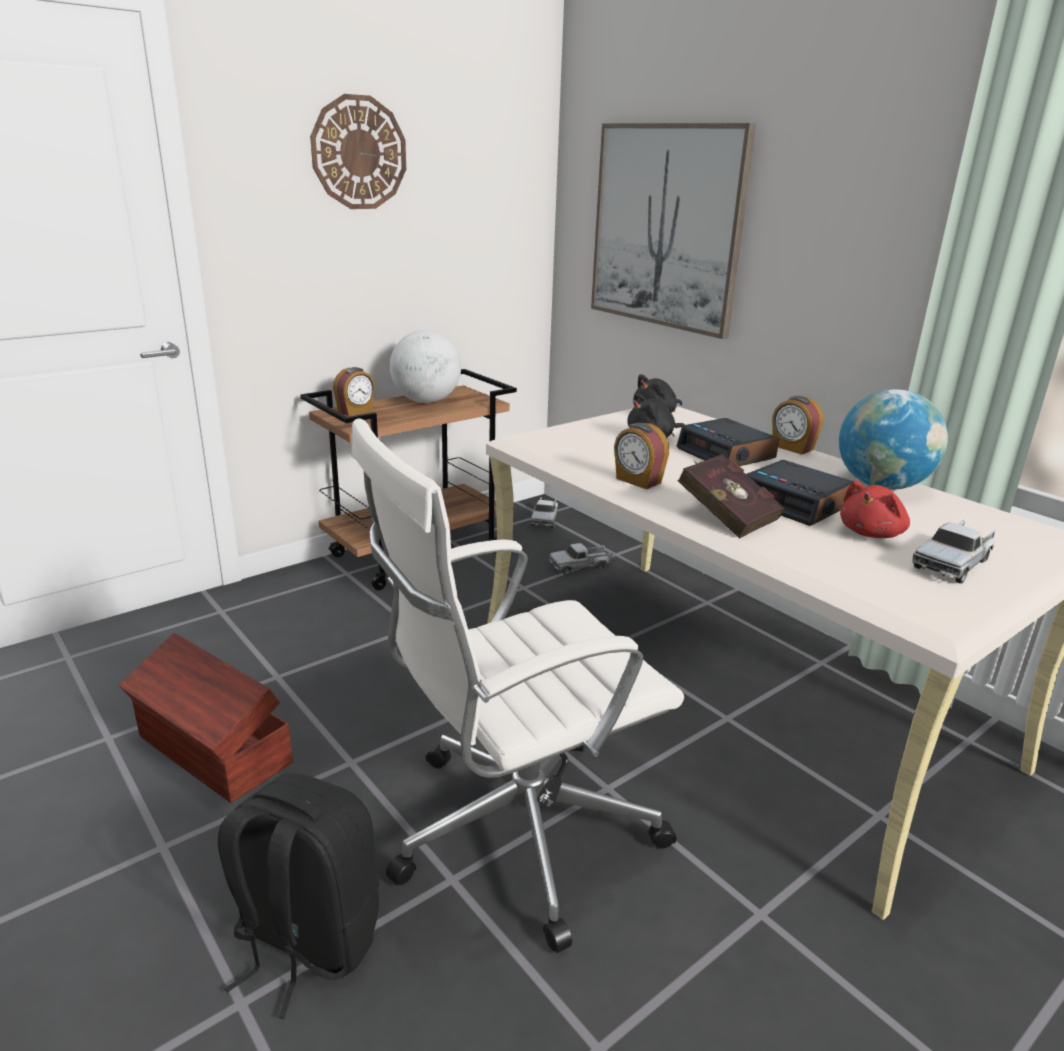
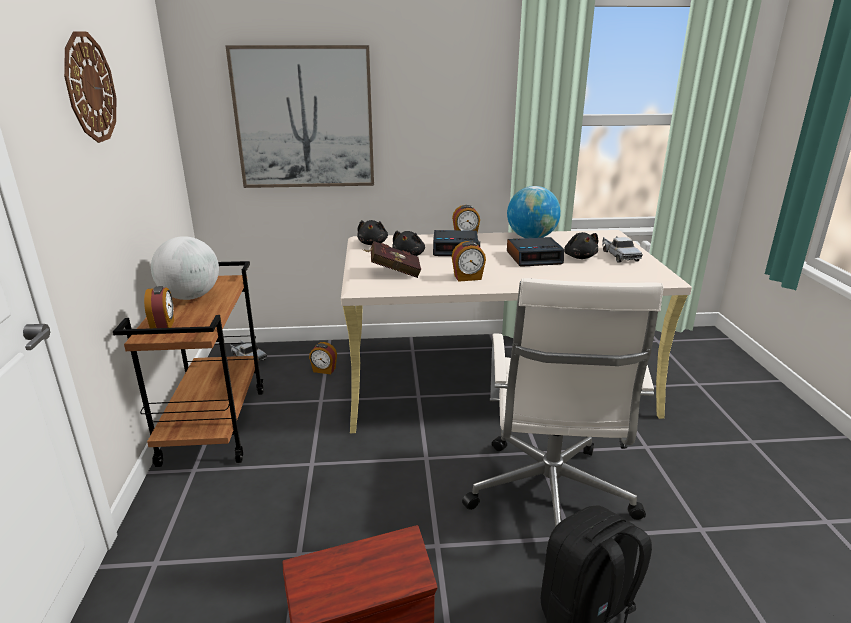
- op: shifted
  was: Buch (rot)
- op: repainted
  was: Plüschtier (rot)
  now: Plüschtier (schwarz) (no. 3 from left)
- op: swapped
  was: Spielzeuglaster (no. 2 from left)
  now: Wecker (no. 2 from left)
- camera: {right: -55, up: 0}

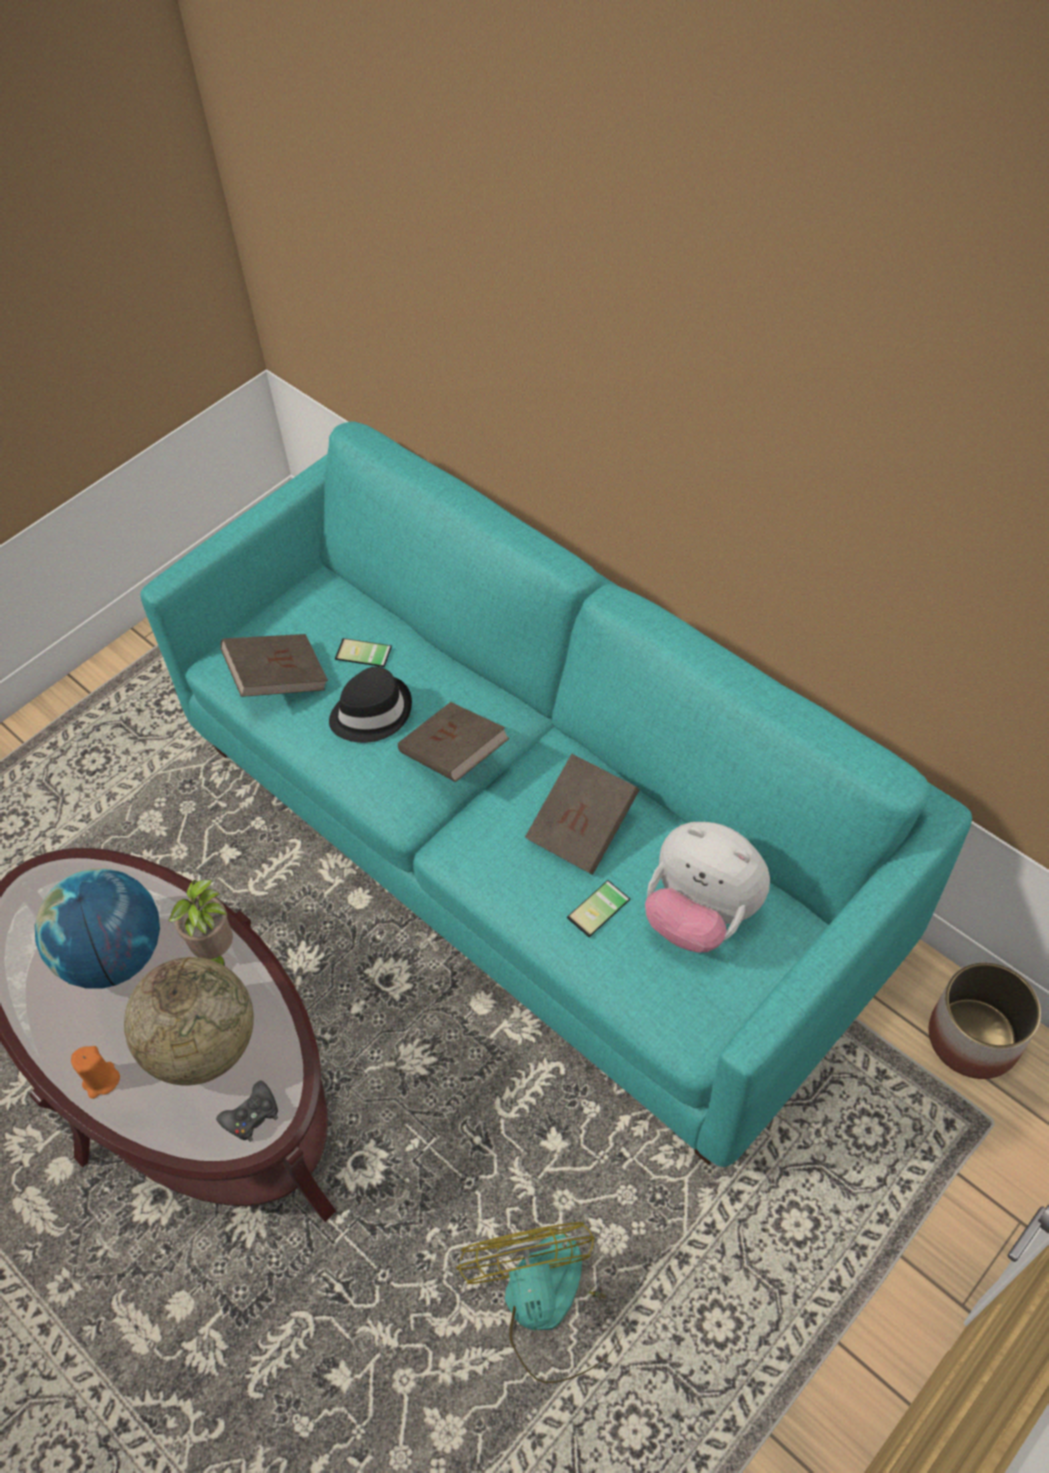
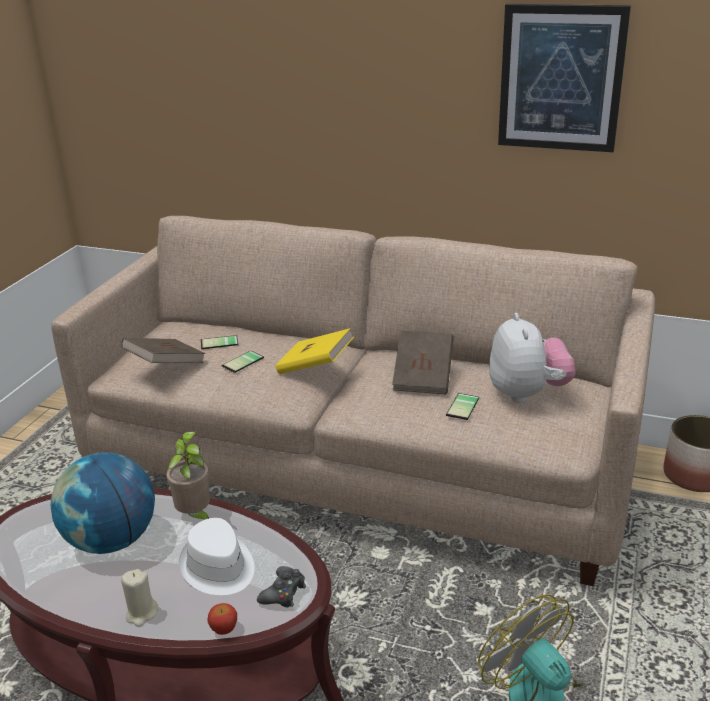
- op: repainted
  was: Sofa (türkis)
  now: Sofa (beige)
- op: swapped
  was: Hut (schwarz)
  now: Handy (no. 2 from left)
- op: repainted
  was: Buch (braun) (no. 2 from left)
  now: Buch (gelb)
- op: rotated
  was: Plüschtier
  clockwise: -105
- op: swapped
  was: Globus (no. 2 from left)
  now: Hut (weiß)
- op: repainted
  was: Kerze (orange)
  now: Kerze (beige)
- op: new
  now: Bild
- op: new
  now: Apfel
- camera: {right: -25, up: -25}

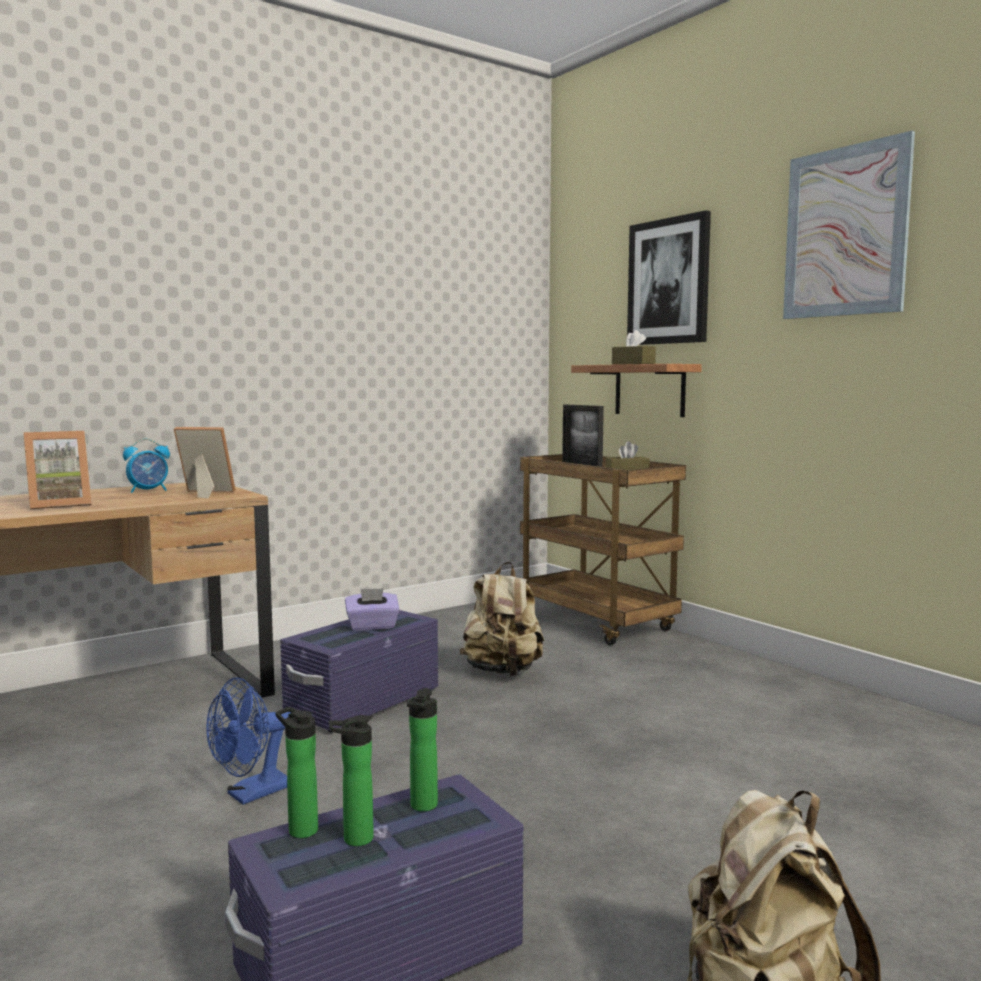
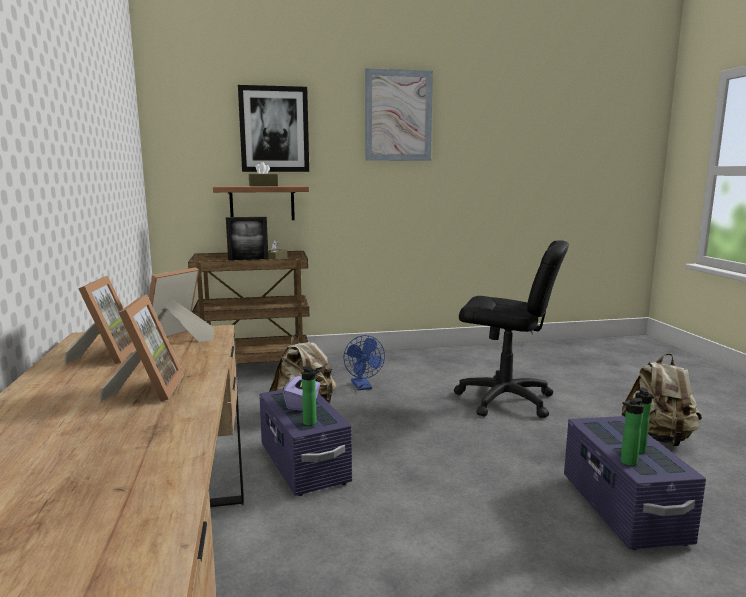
- op: swapped
  was: Wecker
  now: Bilderrahmen (no. 1 from left)
- op: shifted
  was: Ventilator (blau)
- op: shifted
  was: Flasche (no. 3 from left in the first image)
  now: Flasche (no. 1 from left)
- op: new
  now: Bürostuhl (schwarz)
- camera: {right: -65, up: 5}

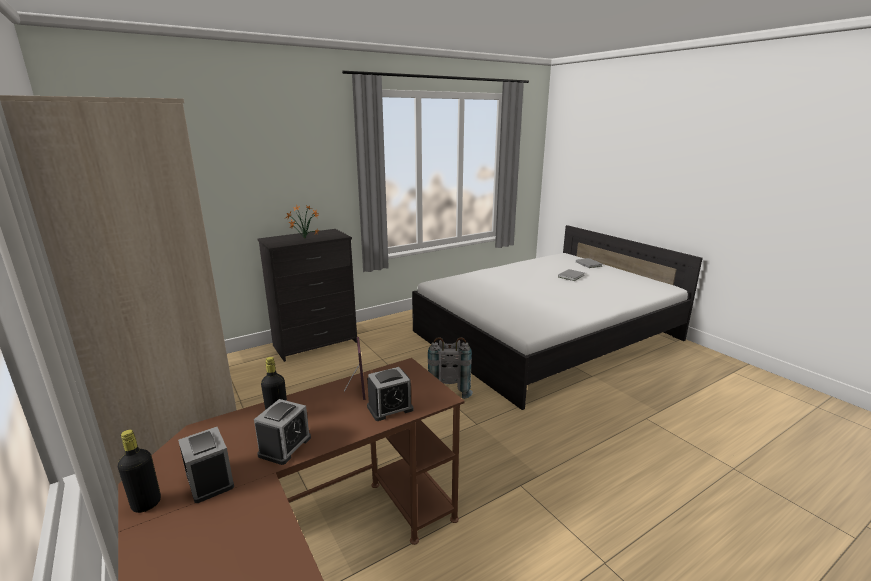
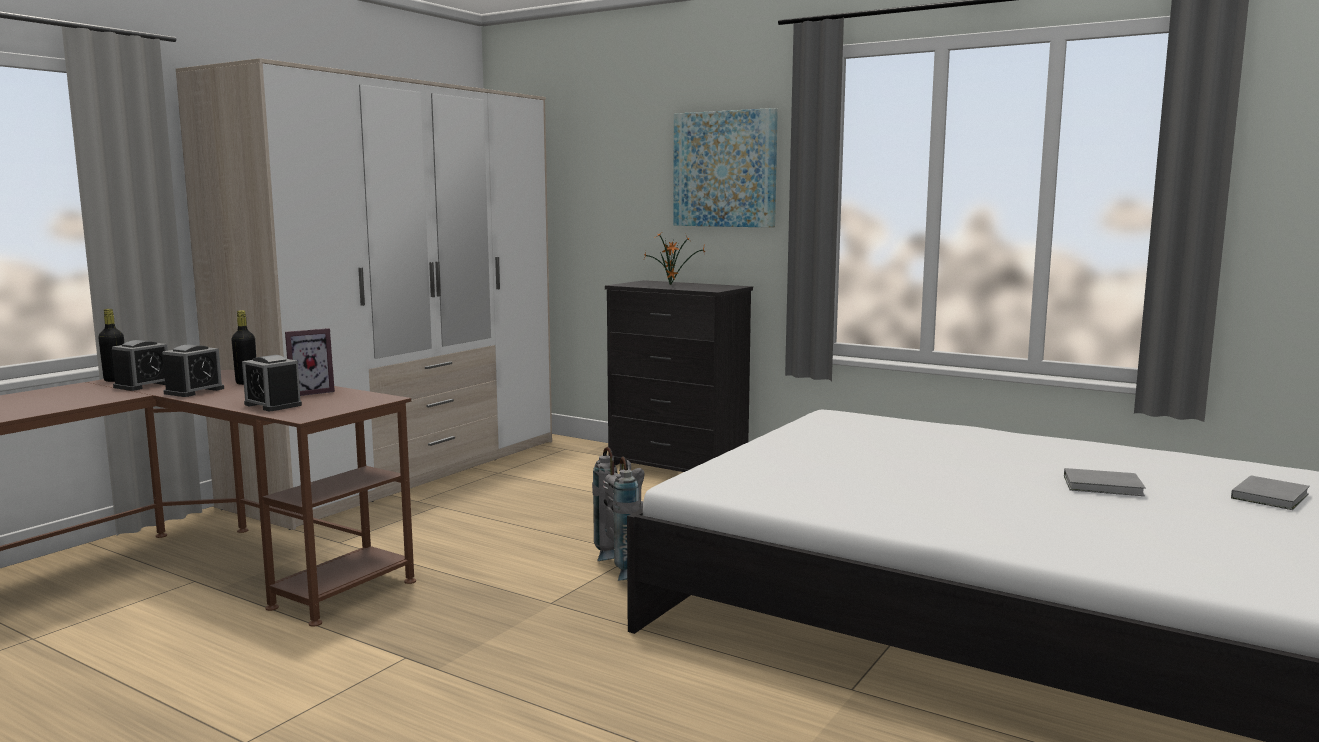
- op: rotated
  was: Wecker (no. 2 from left)
  clockwise: -60
- op: new
  now: Bild
- camera: {right: 65, up: -10}

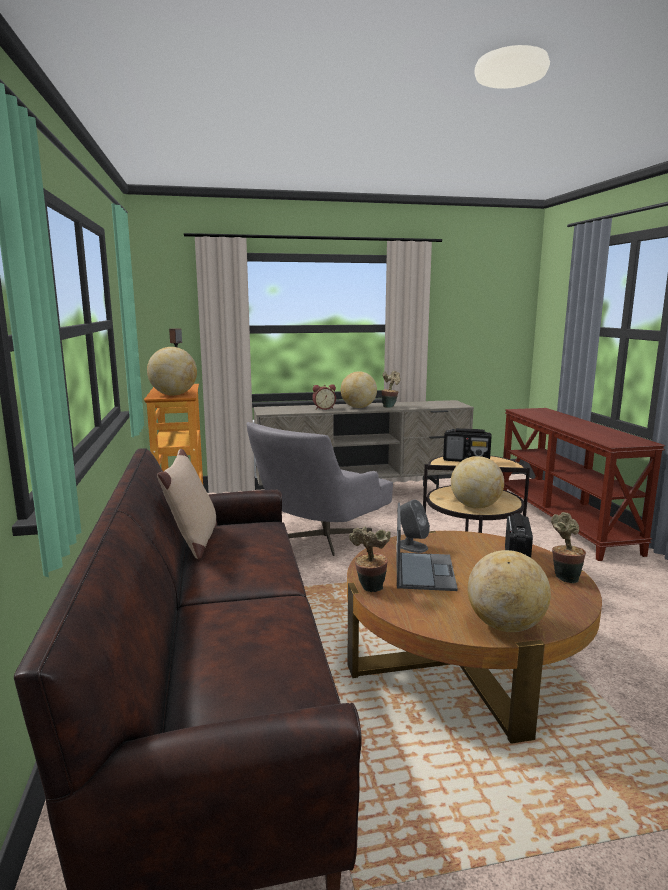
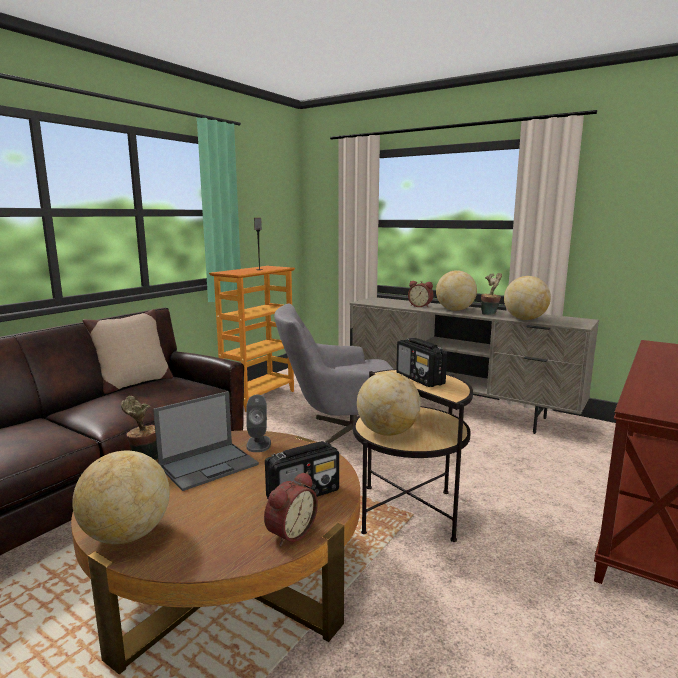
- op: shifted
  was: Globus (no. 1 from left in the first image)
  now: Globus (no. 4 from left)
- op: swapped
  was: Topfpflanze (no. 3 from left)
  now: Wecker (no. 1 from left)
- camera: {right: 45, up: 0}

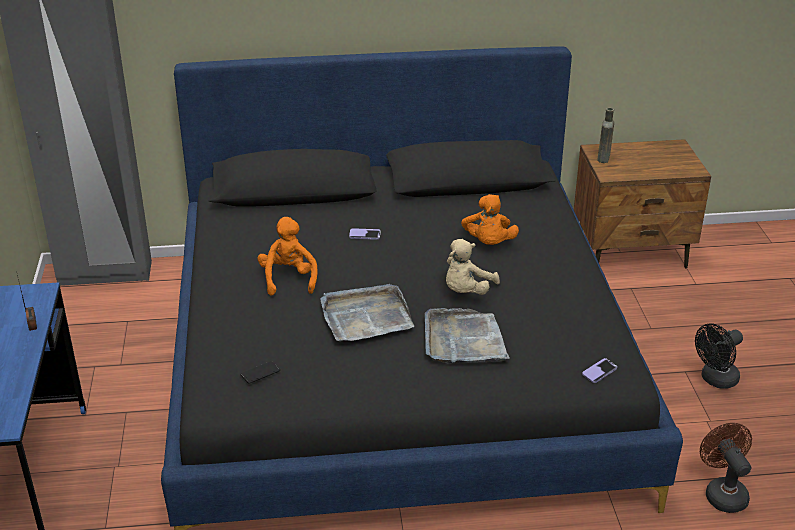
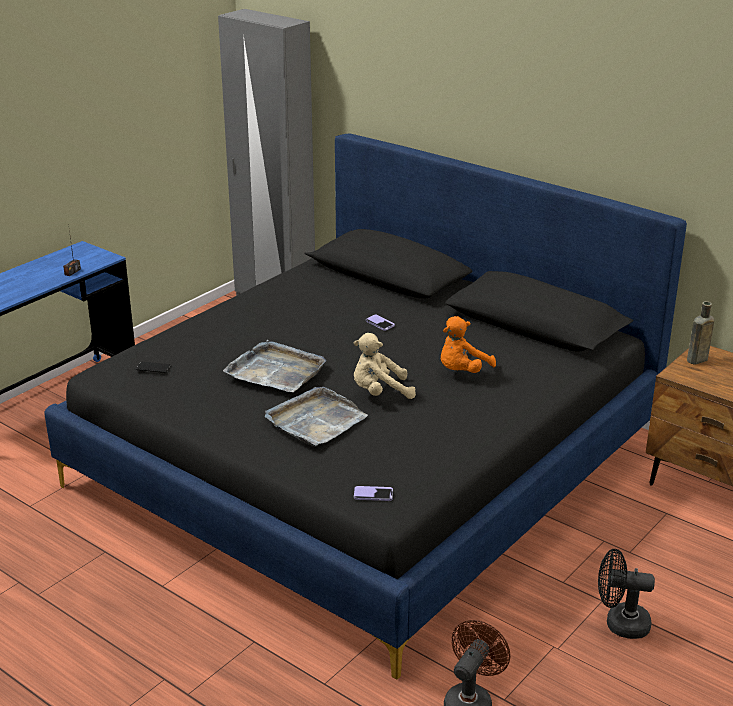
- op: gone
  was: Plüschtier (orange) (no. 1 from left)
- camera: {right: 45, up: -5}

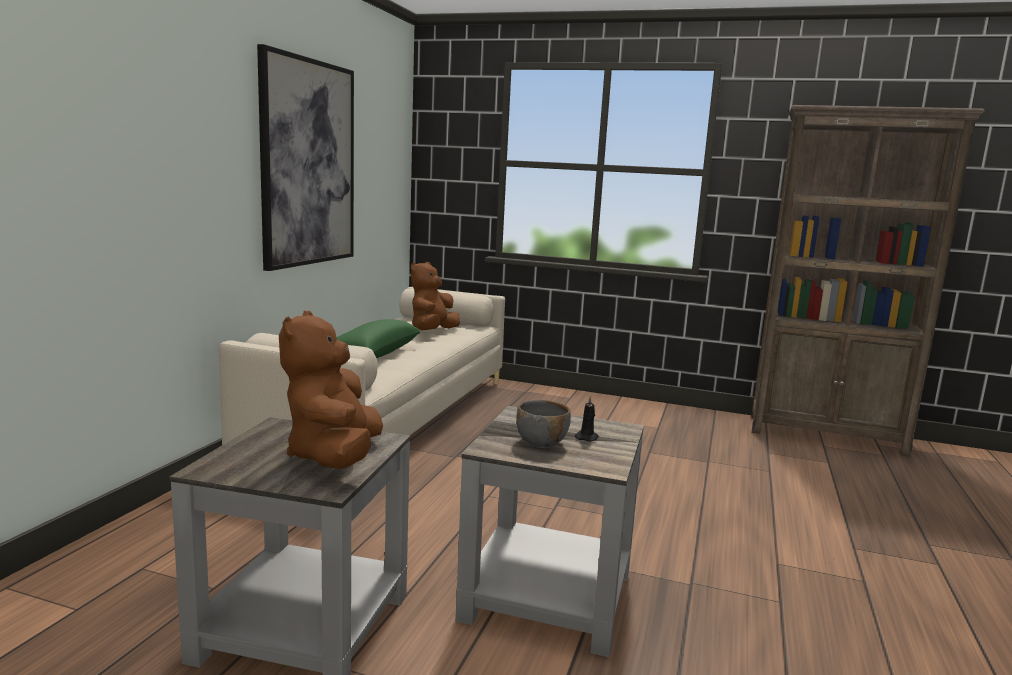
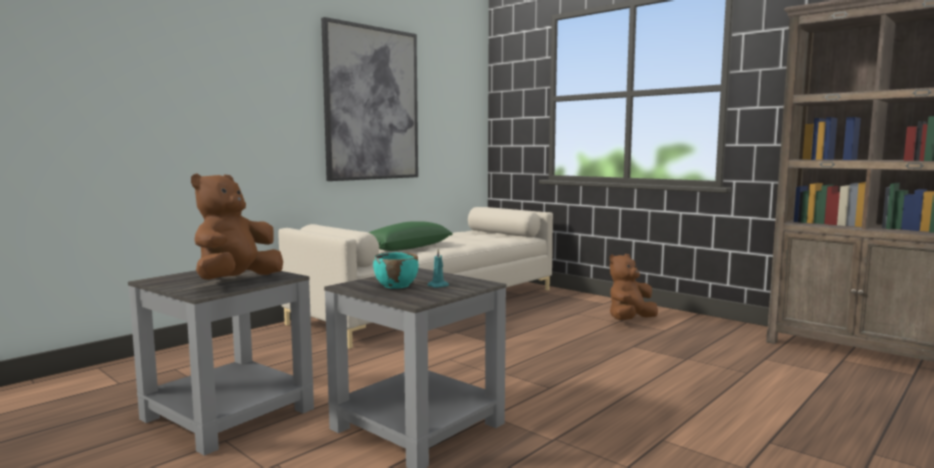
- op: shifted
  was: Plüschtier (braun) (no. 2 from left)
- op: repainted
  was: Kerze (schwarz)
  now: Kerze (türkis)
- op: repainted
  was: Schüssel (grau)
  now: Schüssel (türkis)
- camera: {right: 25, up: -5}

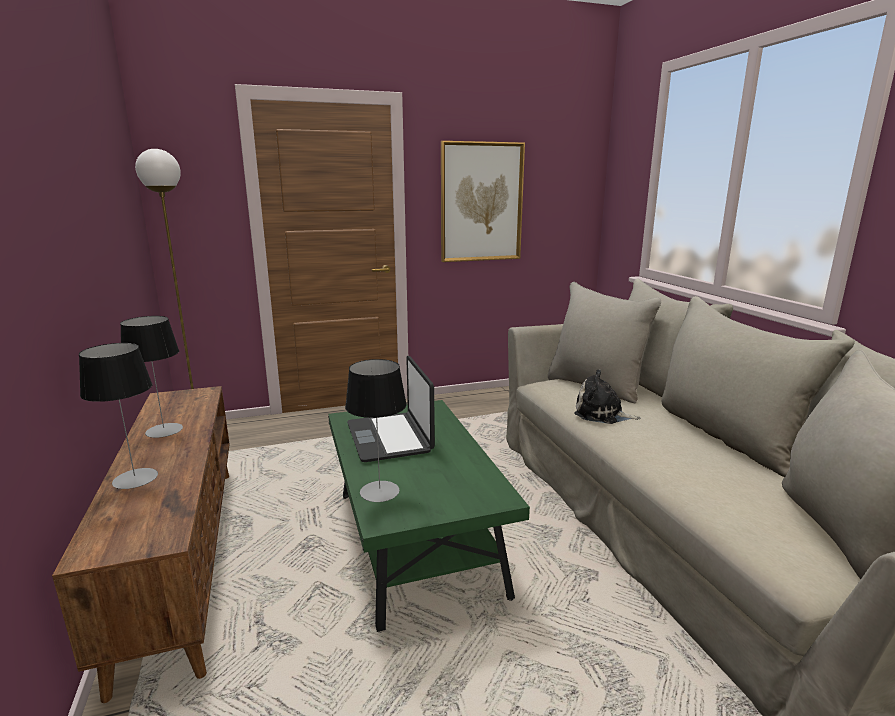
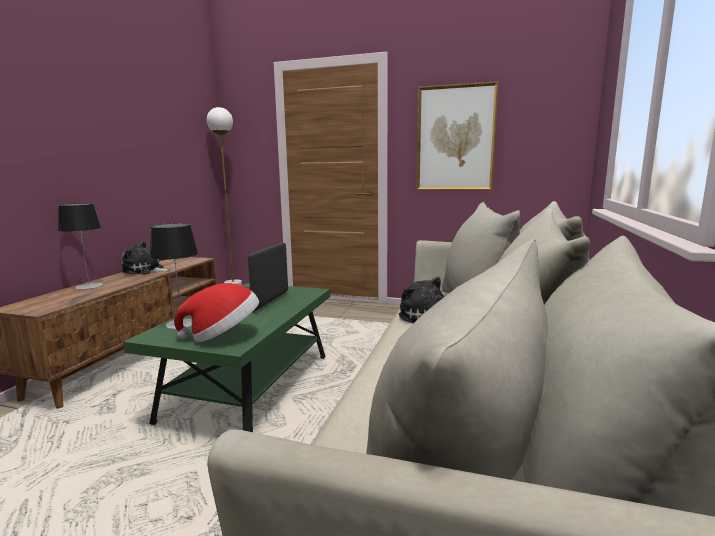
- op: swapped
  was: Tischlampe (no. 2 from left)
  now: Plüschtier (no. 1 from left)
- op: new
  now: Hut
- camera: {right: 35, up: -5}

